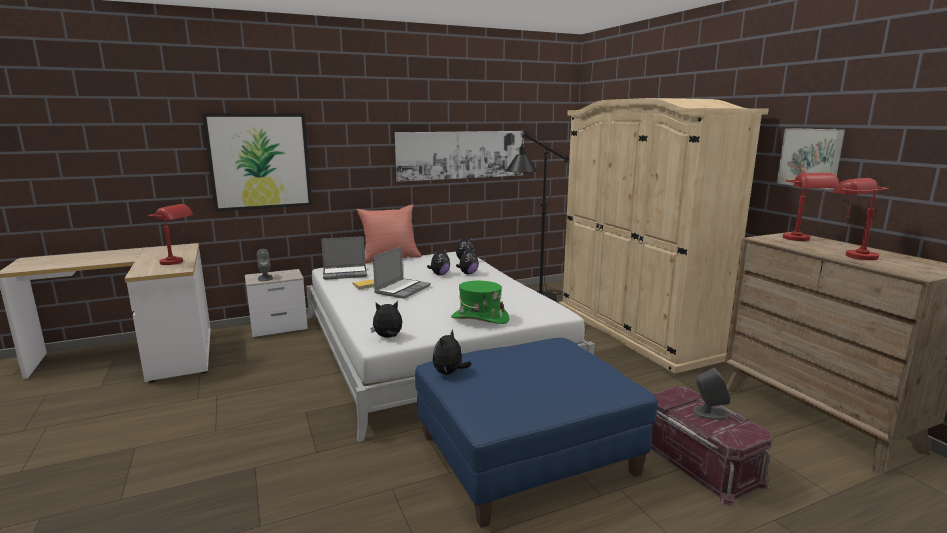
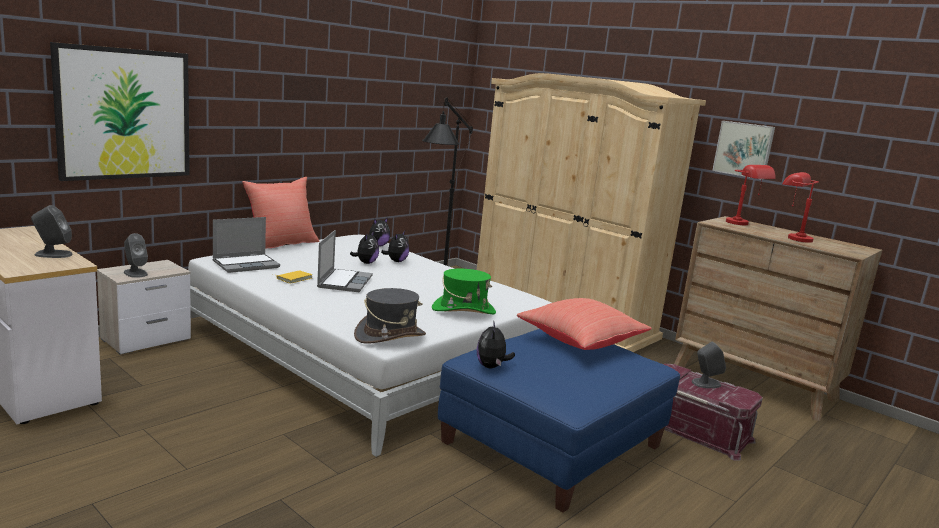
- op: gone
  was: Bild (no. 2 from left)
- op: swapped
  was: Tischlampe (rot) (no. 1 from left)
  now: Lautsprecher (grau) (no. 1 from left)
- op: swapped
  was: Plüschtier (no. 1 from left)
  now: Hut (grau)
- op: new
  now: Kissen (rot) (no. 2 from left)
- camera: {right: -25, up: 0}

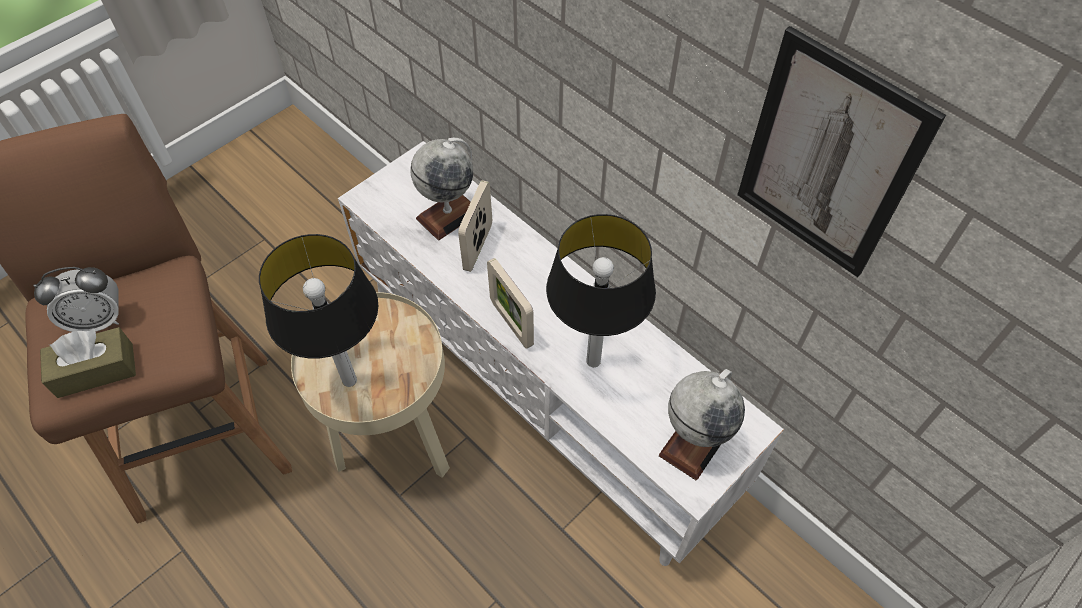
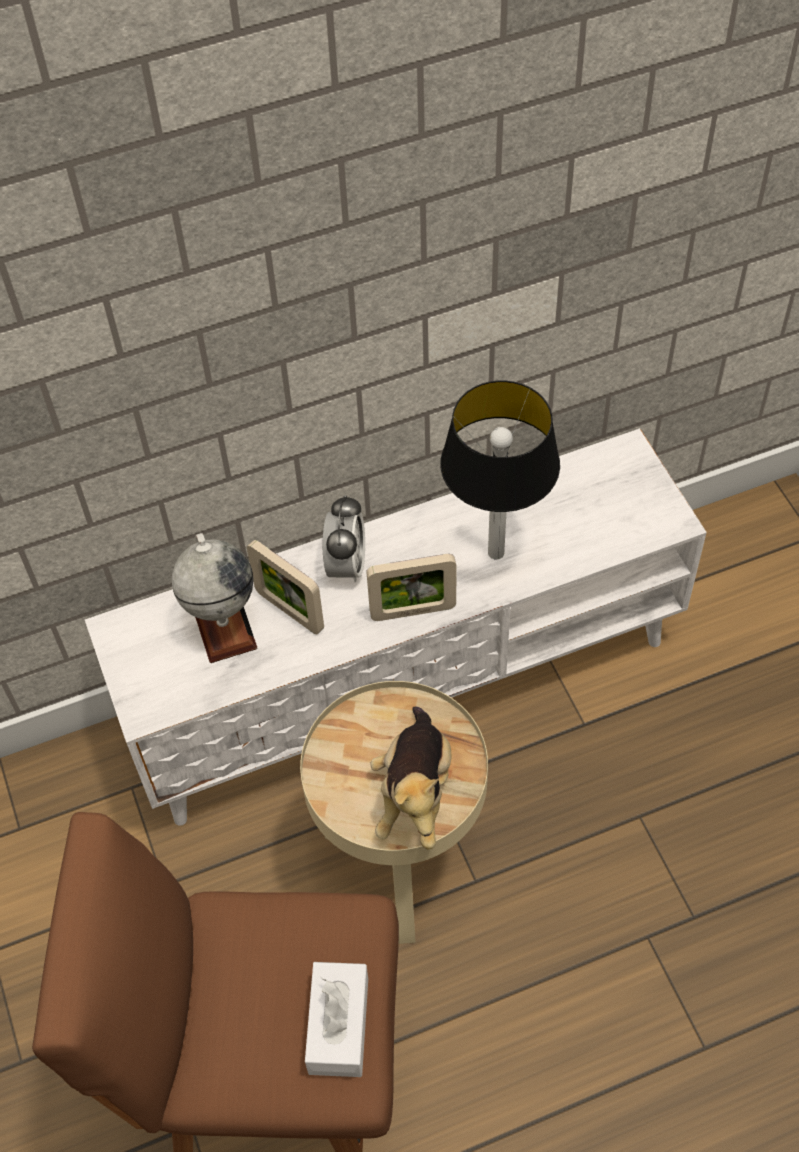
- op: gone
  was: Bild
- op: swapped
  was: Tischlampe (no. 1 from left)
  now: Plüschtier
- op: shifted
  was: Wecker
- op: repainted
  was: Taschentuchbox (braun)
  now: Taschentuchbox (weiß)
- op: gone
  was: Globus (no. 2 from left)
- camera: {right: -65, up: 0}

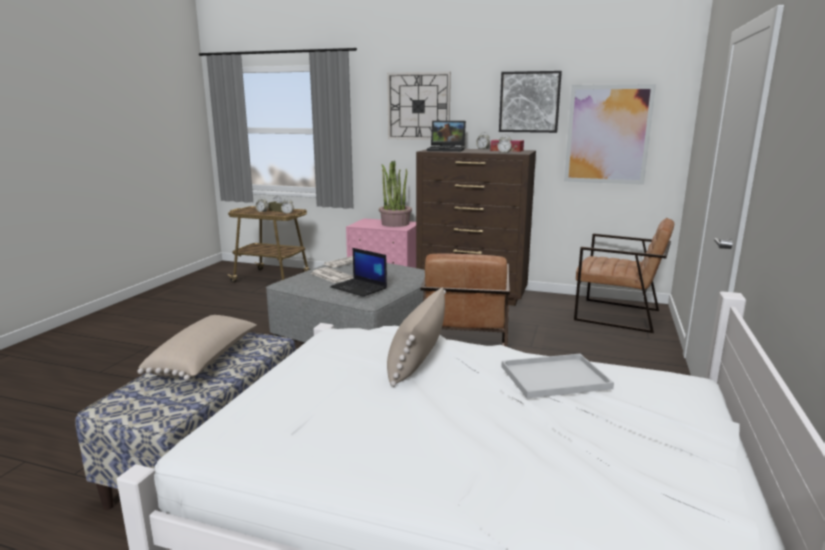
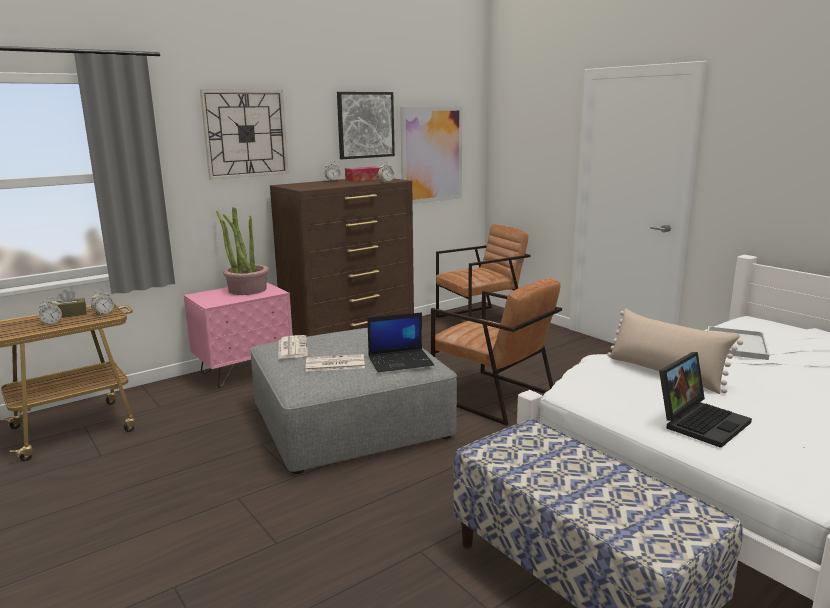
- op: shifted
  was: Laptop (no. 2 from left)
- op: gone
  was: Kissen (beige) (no. 1 from left)
- camera: {right: -55, up: 0}

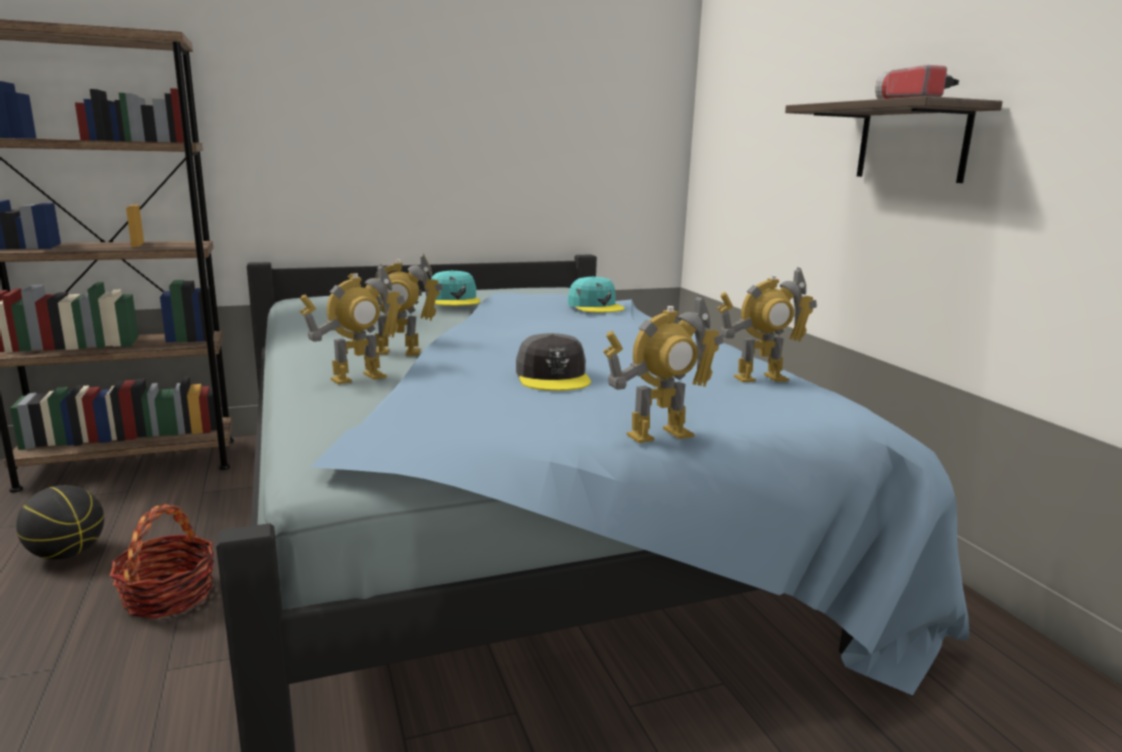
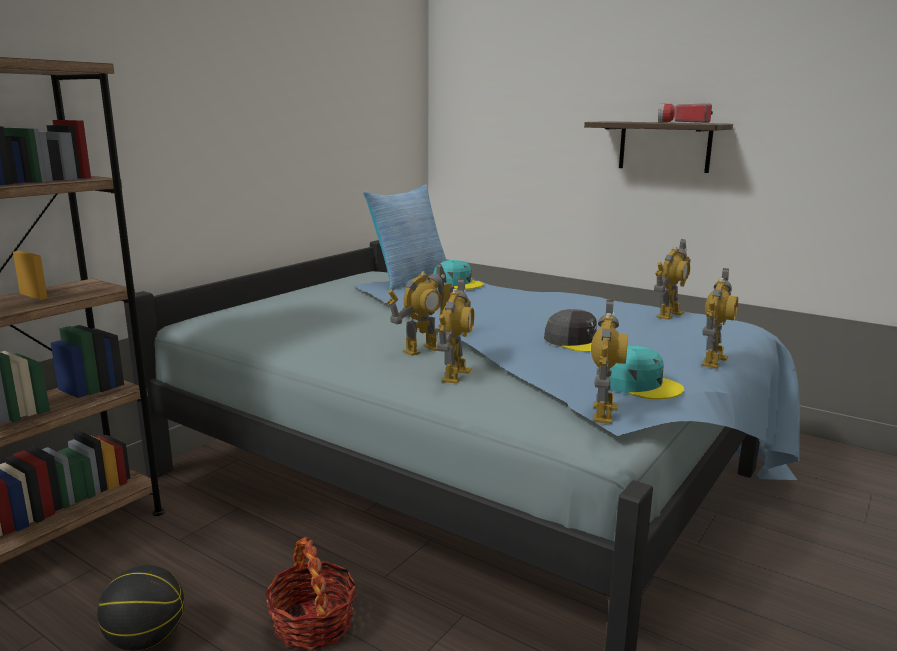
- op: shifted
  was: Kappe (türkis) (no. 1 from left in the first image)
  now: Kappe (türkis) (no. 2 from left)
- op: new
  now: Kissen
- op: new
  now: Spielzeugroboter (no. 3 from left)
- camera: {right: -35, up: 0}

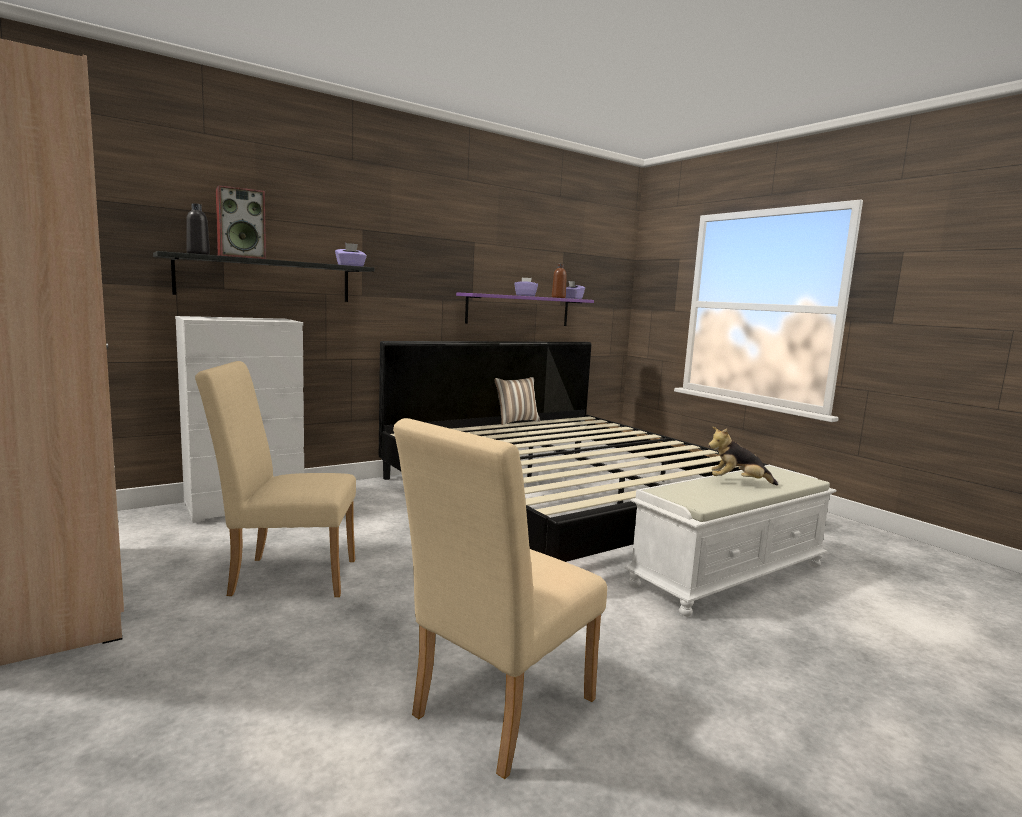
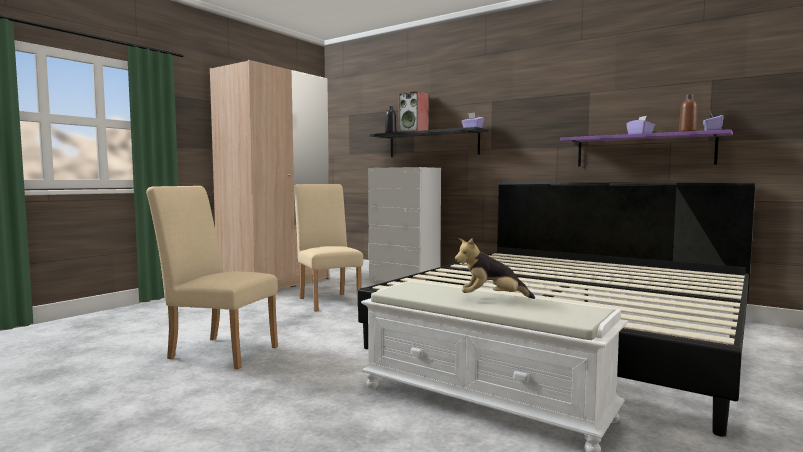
- op: gone
  was: Kissen
- op: rotated
  was: Plüschtier
  clockwise: -75
- camera: {right: 70, up: -5}

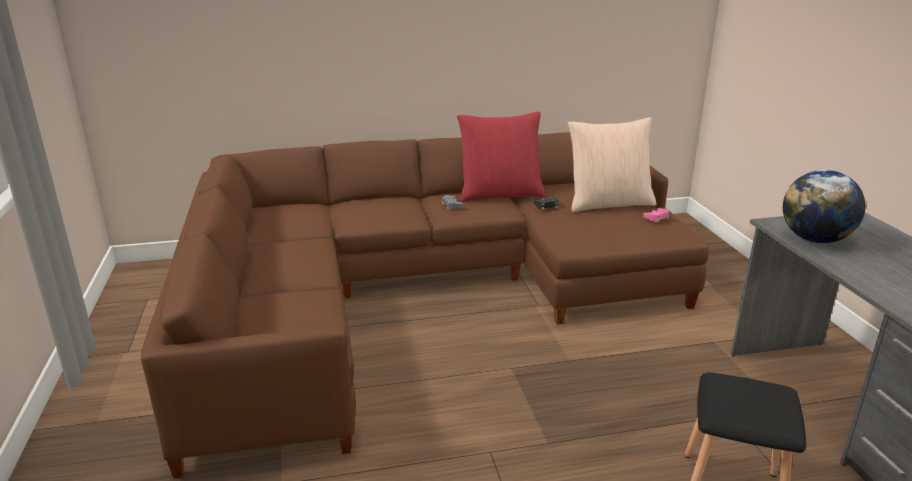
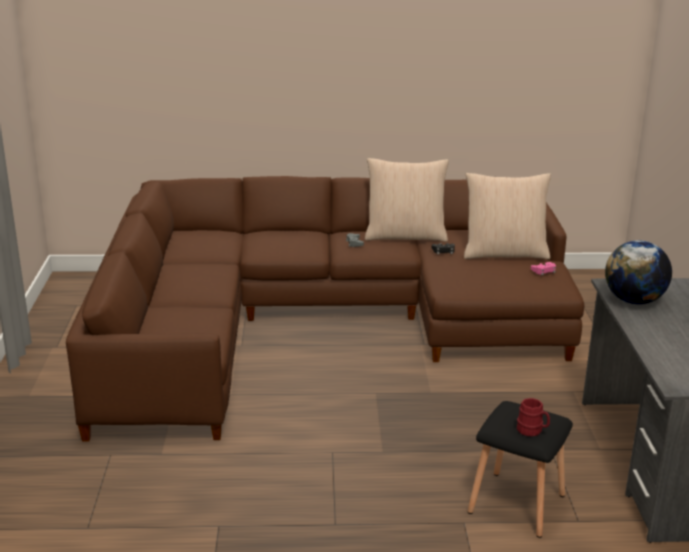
- op: repainted
  was: Kissen (rot)
  now: Kissen (beige) (no. 1 from left)
- op: new
  now: Henkelbecher (rot)
- camera: {right: 10, up: 0}

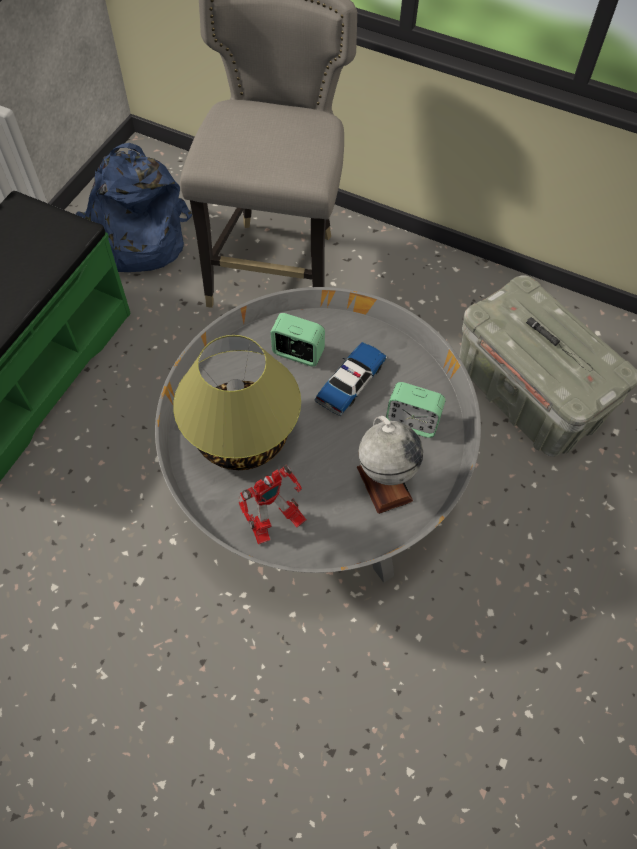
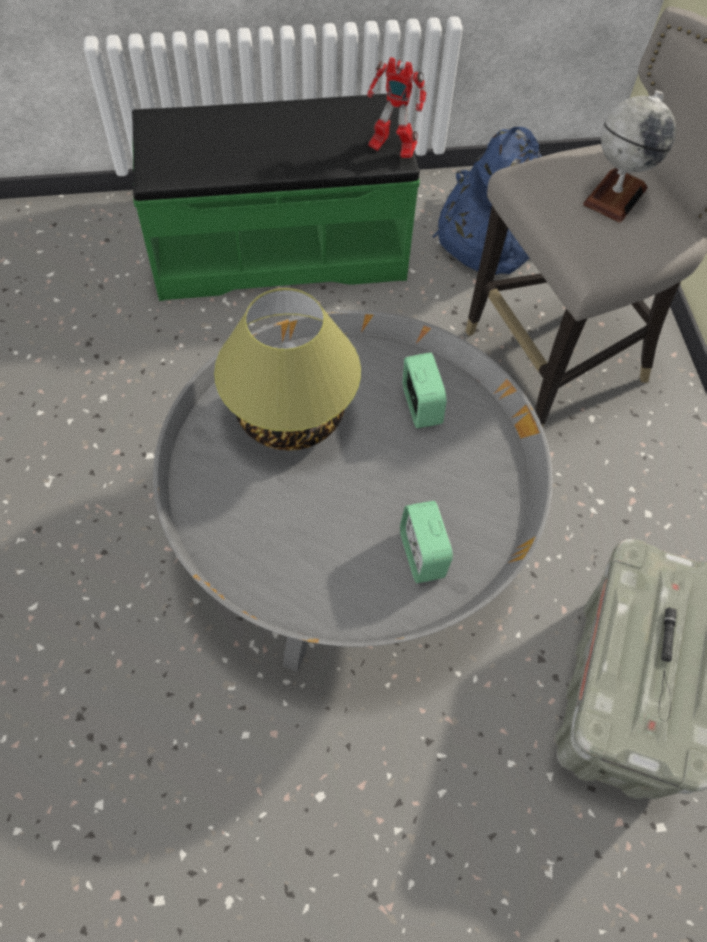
- op: gone
  was: Spielzeugauto
- op: shifted
  was: Globus
- op: shifted
  was: Spielzeugroboter
- camera: {right: 55, up: 0}

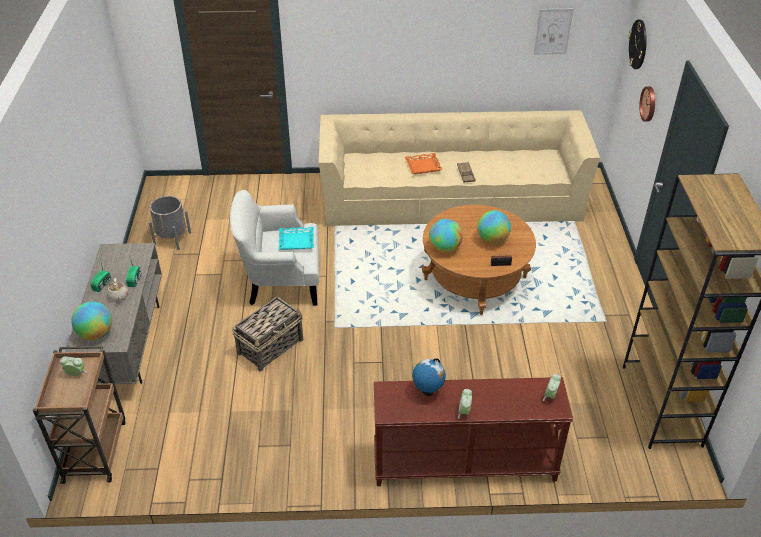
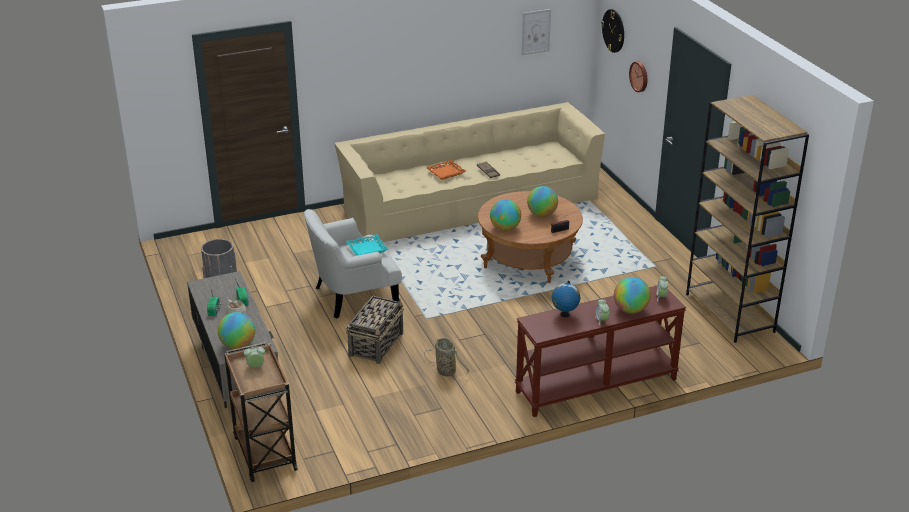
- op: new
  now: Globus (no. 5 from left)
- op: new
  now: Korb (no. 2 from left)
- camera: {right: -20, up: -10}

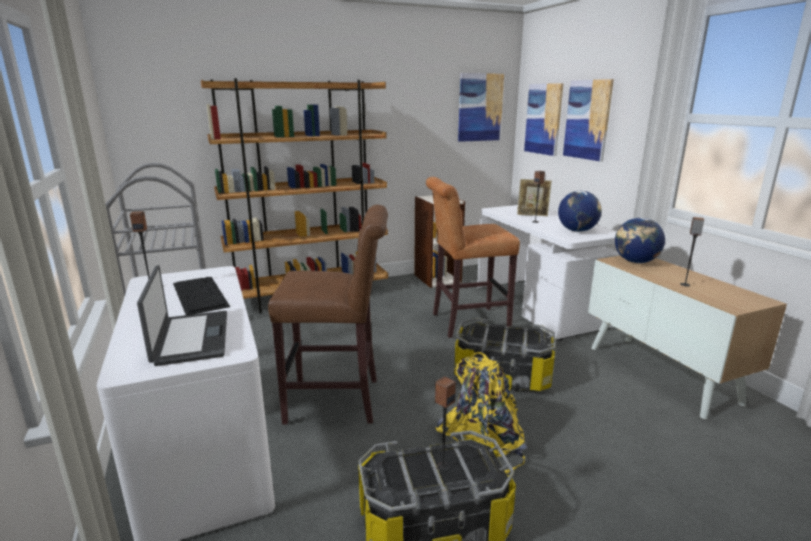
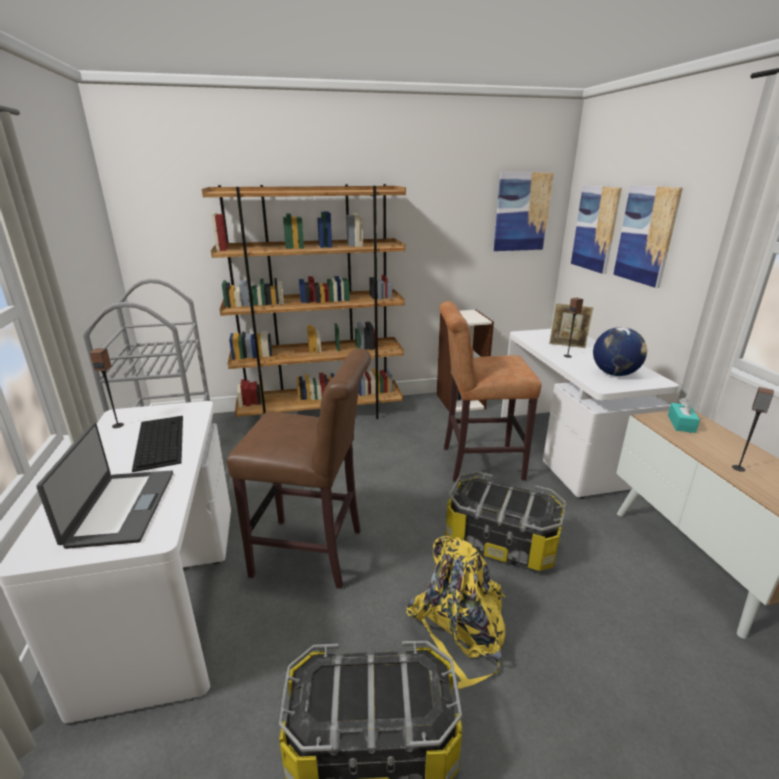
- op: swapped
  was: Globus (no. 2 from left)
  now: Taschentuchbox (türkis)
- op: gone
  was: Lautsprecher (no. 2 from left)
- camera: {right: 10, up: 5}

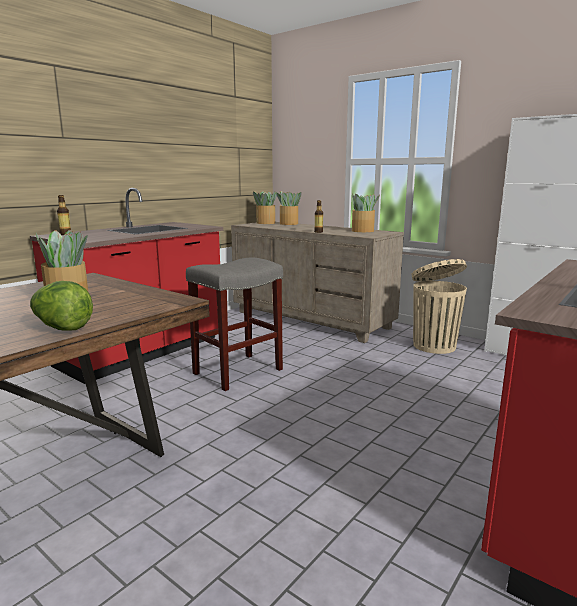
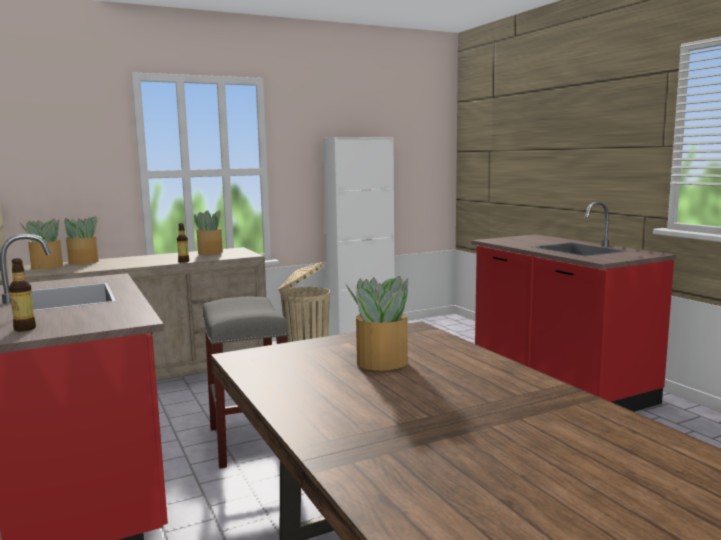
- op: gone
  was: Salatkopf
- camera: {right: -65, up: -5}

